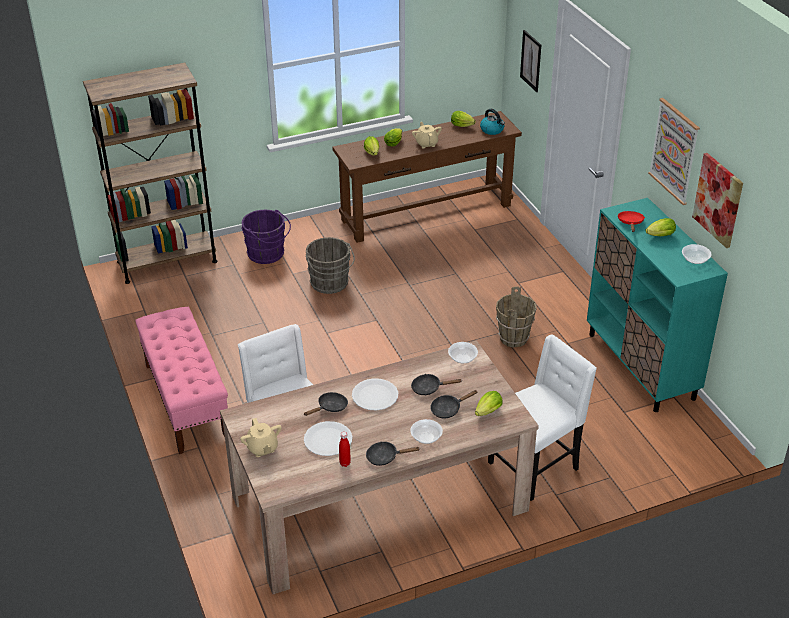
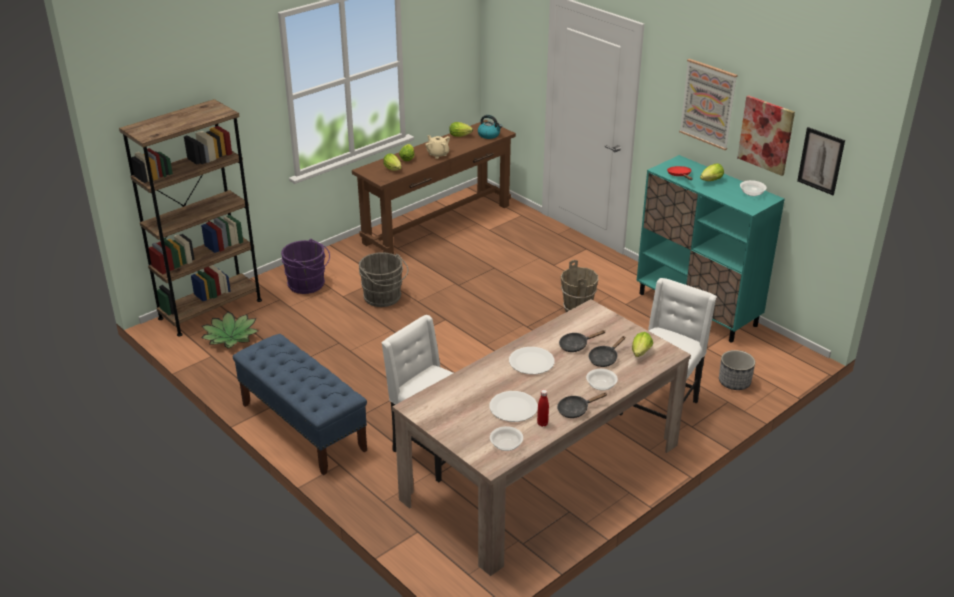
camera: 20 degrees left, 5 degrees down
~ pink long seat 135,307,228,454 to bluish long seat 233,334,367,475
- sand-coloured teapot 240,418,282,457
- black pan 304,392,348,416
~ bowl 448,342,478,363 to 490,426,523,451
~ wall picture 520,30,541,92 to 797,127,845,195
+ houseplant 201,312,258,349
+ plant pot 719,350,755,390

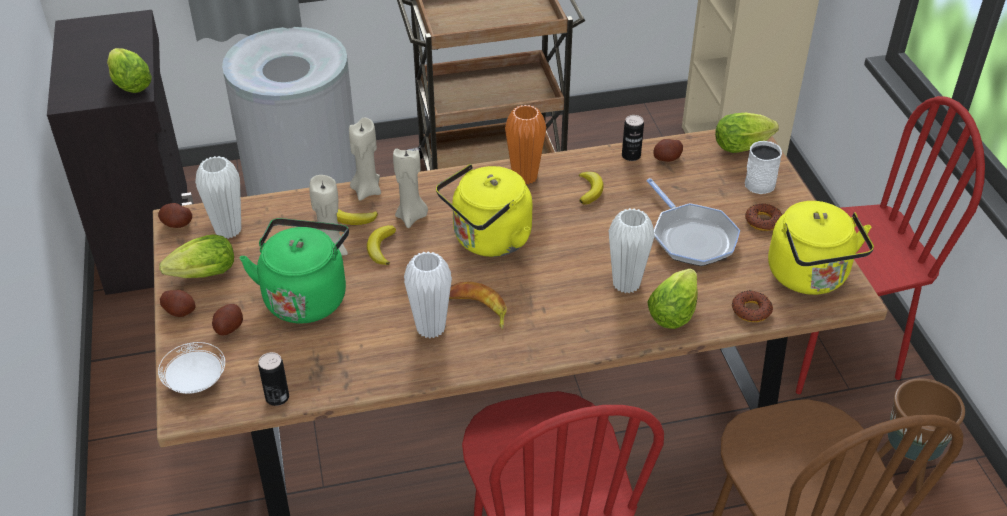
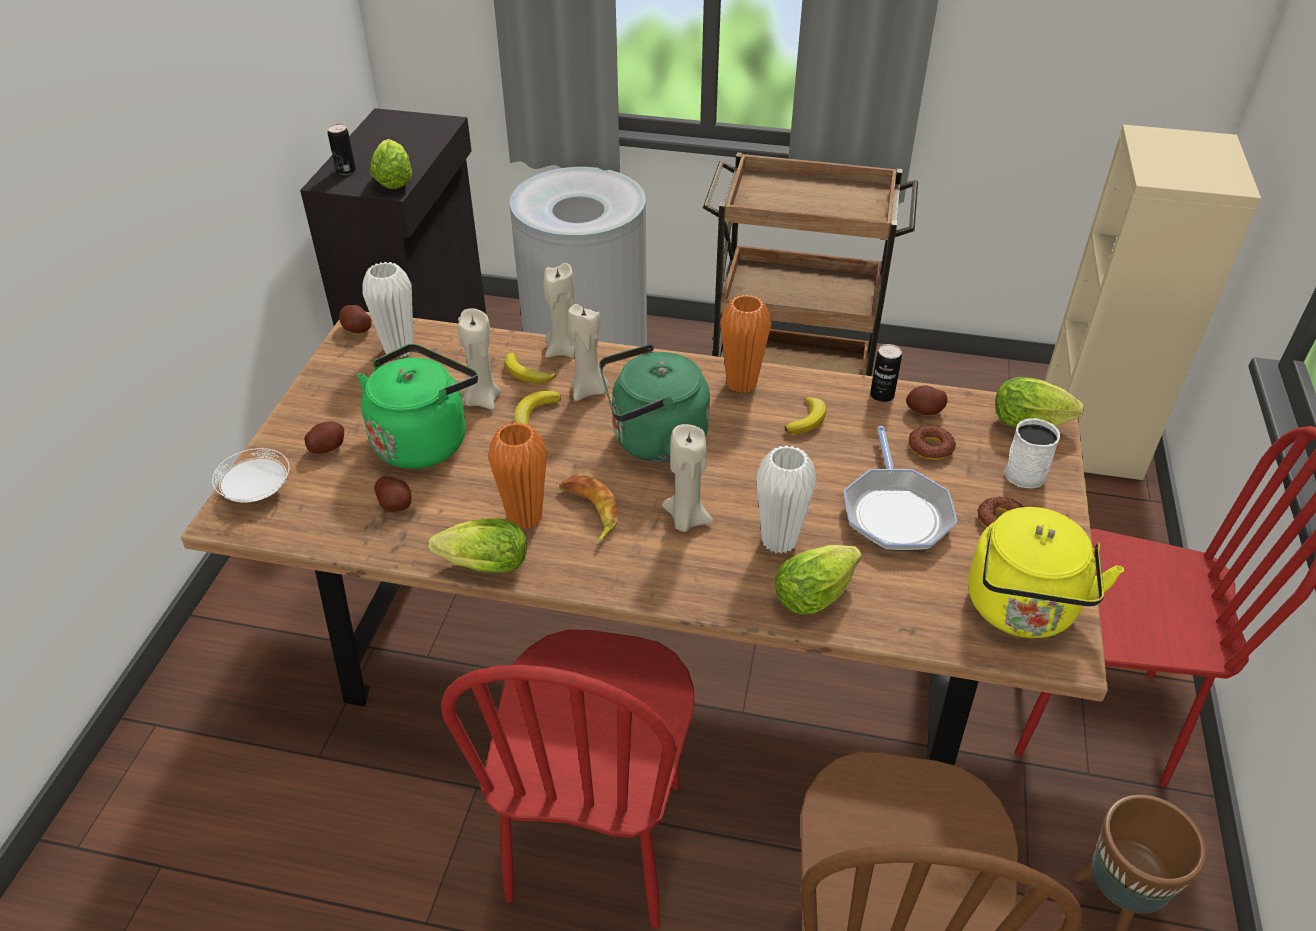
camera: 25 degrees right, 0 degrees up
~ lettuce head 159,234,234,278 to 429,518,527,573
~ potato 160,290,196,317 to 374,476,411,512
~ can 258,352,289,406 to 327,124,356,175
~ whitish vase 404,251,452,339 to orangey vase 488,422,547,529
~ yellow kettle 436,164,532,257 to green-coloured kettle 599,344,710,462
~ doughnut 732,290,773,322 to 909,425,956,460
+ sand-coloured candle 662,424,713,532

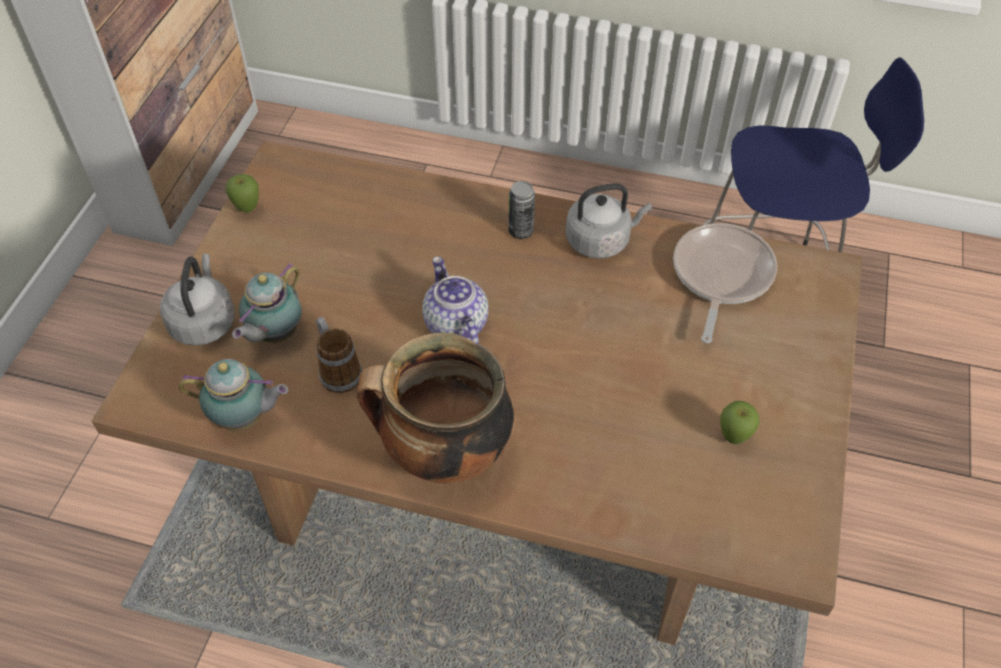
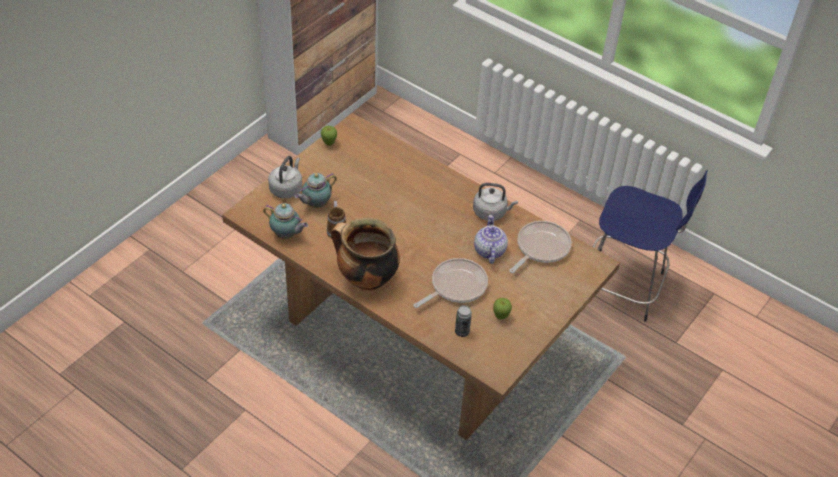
camera: 20 degrees right, 5 degrees down
~ teapot 422,256,489,344 to 474,215,508,264
~ can 509,181,535,239 to 455,305,472,337
+ pan 413,258,488,308

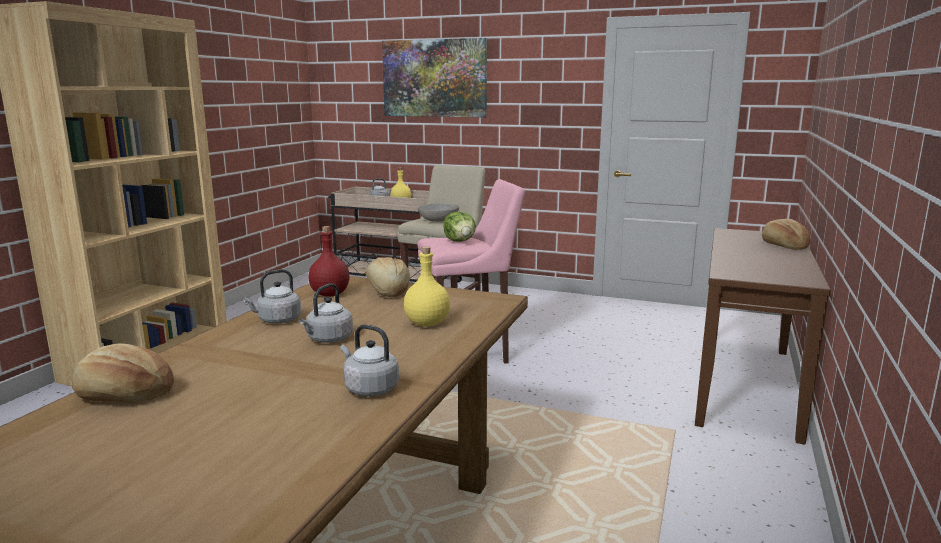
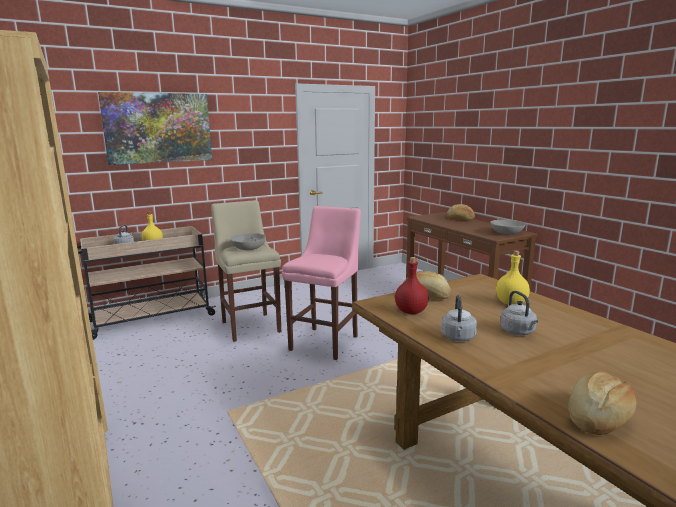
camera: 50 degrees left, 0 degrees up
- grey kettle 340,324,399,396
- lettuce head 443,212,476,242
+ grey bowl 490,219,525,235

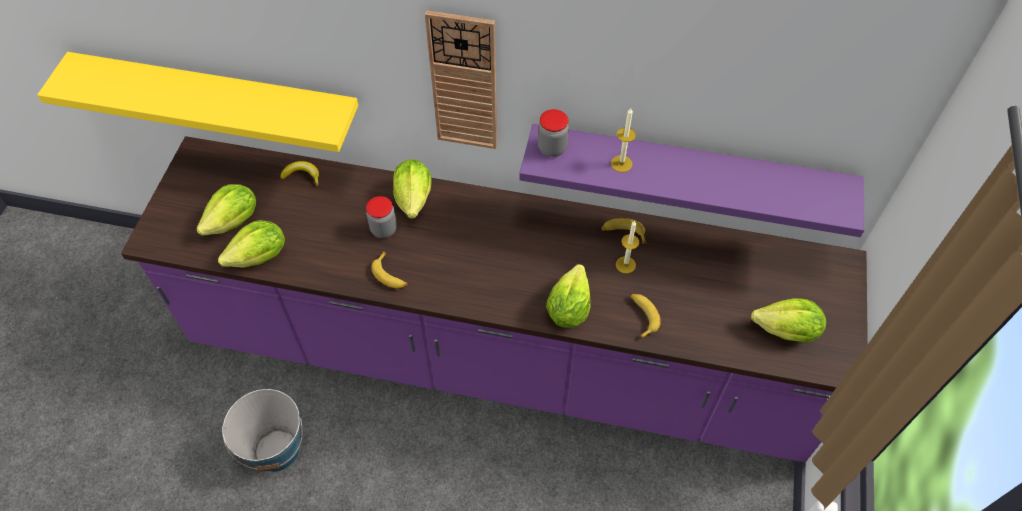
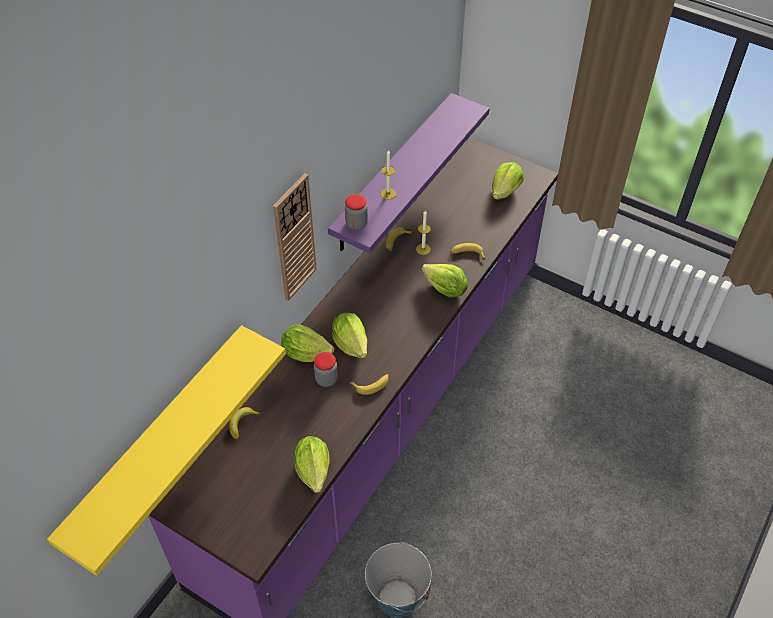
camera: 70 degrees left, 5 degrees down
~ lettuce head 196,184,256,236 to 332,313,367,359

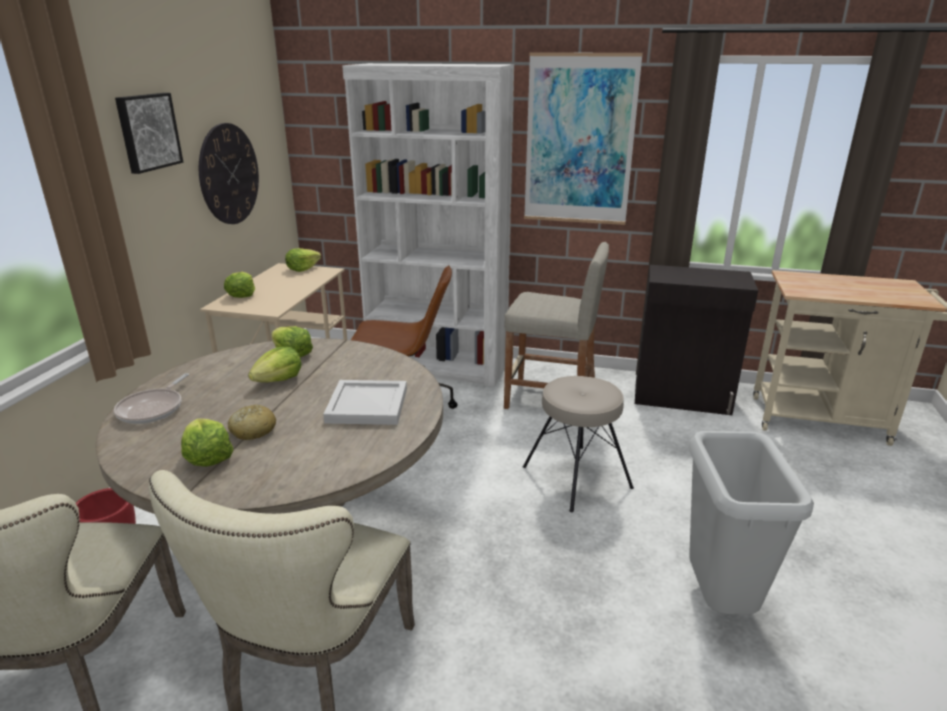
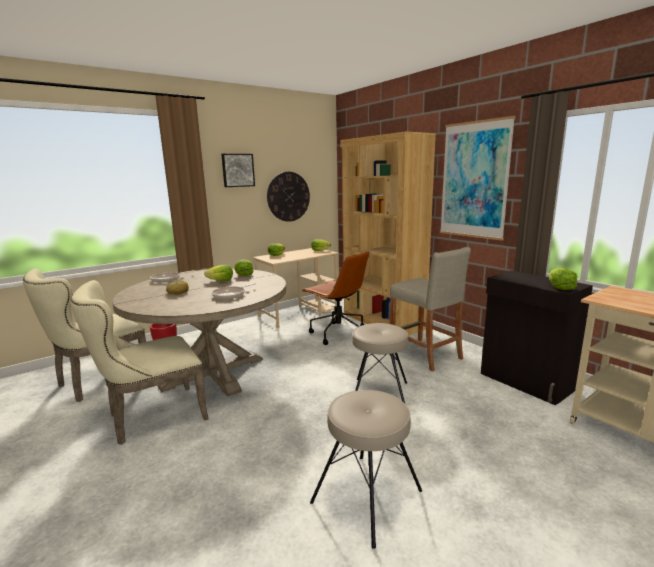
camera: 40 degrees right, 10 degrees down
~ lettuce head 181,418,233,467 to 549,268,577,290
~ whitish tray 323,380,407,425 to pan 211,283,256,299
~ whitish bookcase 342,63,514,387 to brown bookcase 340,131,436,336
~ grey waste bin 689,431,814,614 to sand-coloured stool 310,390,422,549

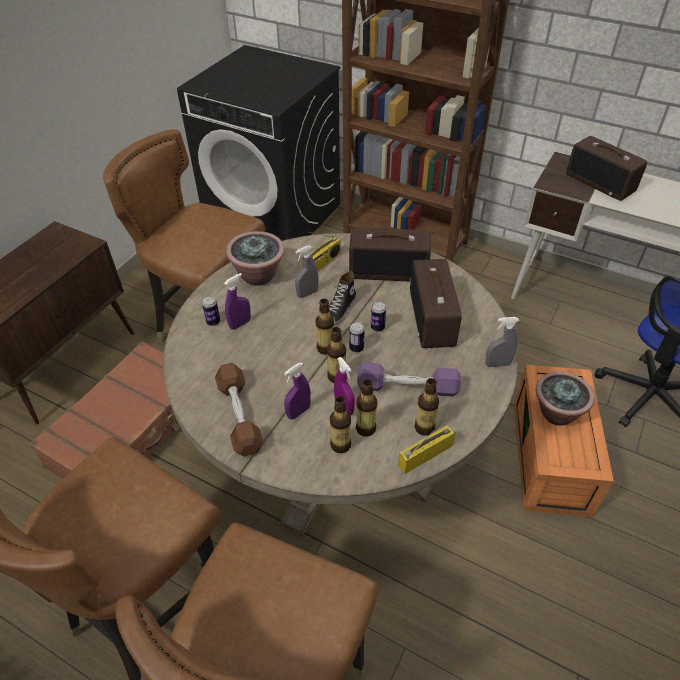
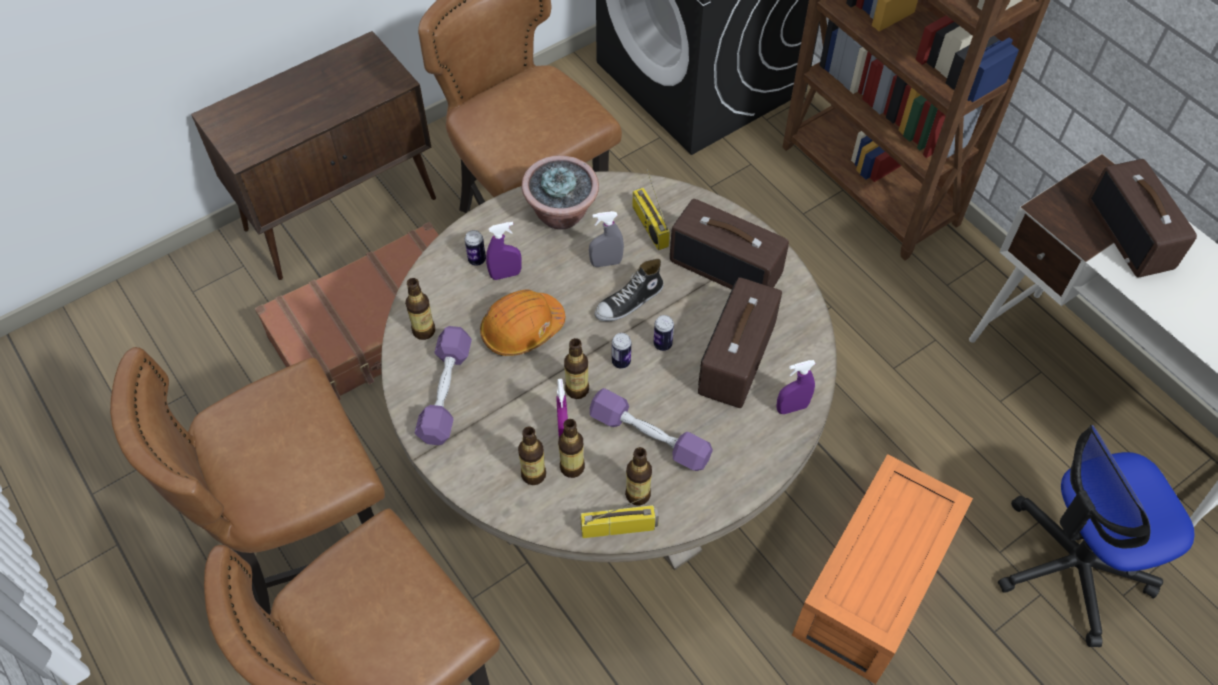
camera: 25 degrees right, 10 degrees up
~ brown dumbbell 215,363,263,457 to purplish dumbbell 415,326,472,445
~ purplish sprayer 284,363,311,419 to 776,360,815,414
~ radio 303,232,341,270 = 632,169,670,250 90 degrees clockwise
~ beverage bottle 316,299,334,355 to 405,278,435,340
- grey sprayer 485,317,519,367
- houseplant 536,372,595,426
+ orangey work helmet 480,289,565,356

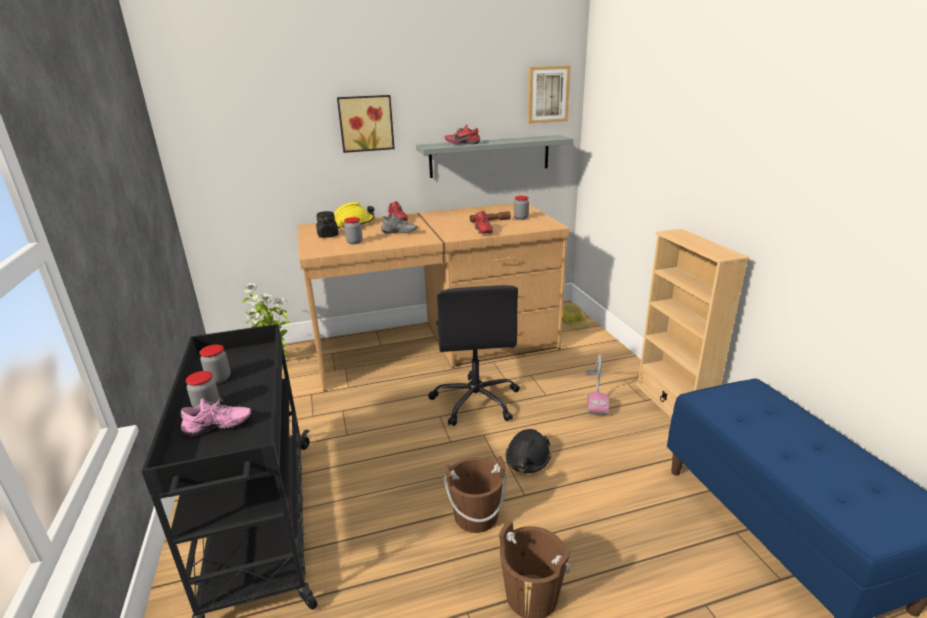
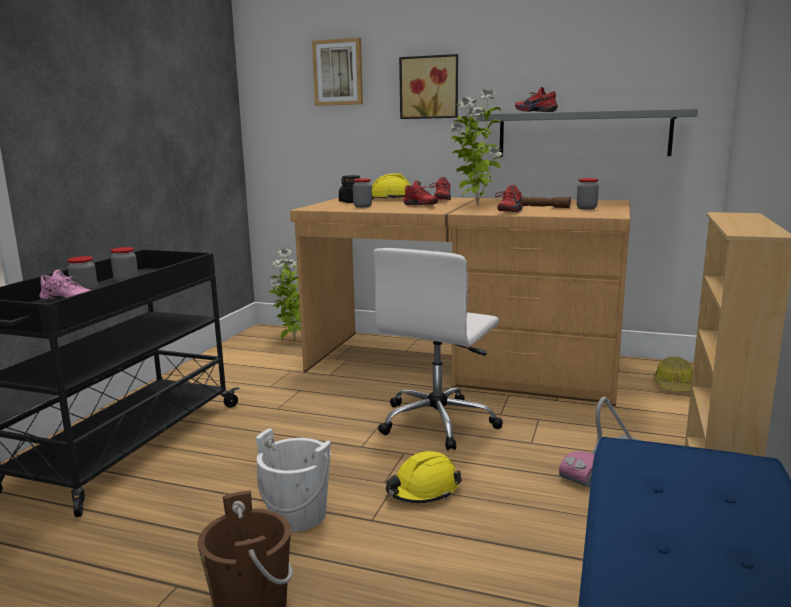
camera: 35 degrees right, 10 degrees down
~ grey shoe 381,213,418,234 to red shoe 403,181,438,205
~ black desk chair 428,285,520,426 to whitish desk chair 373,248,503,450
~ brown bucket 444,456,507,533 to whitish bucket 256,428,331,532
~ black work helmet 506,429,551,473 to yellow work helmet 386,451,462,503
~ wall picture 528,66,571,124 to 312,38,363,106
+ houseplant 451,89,503,205

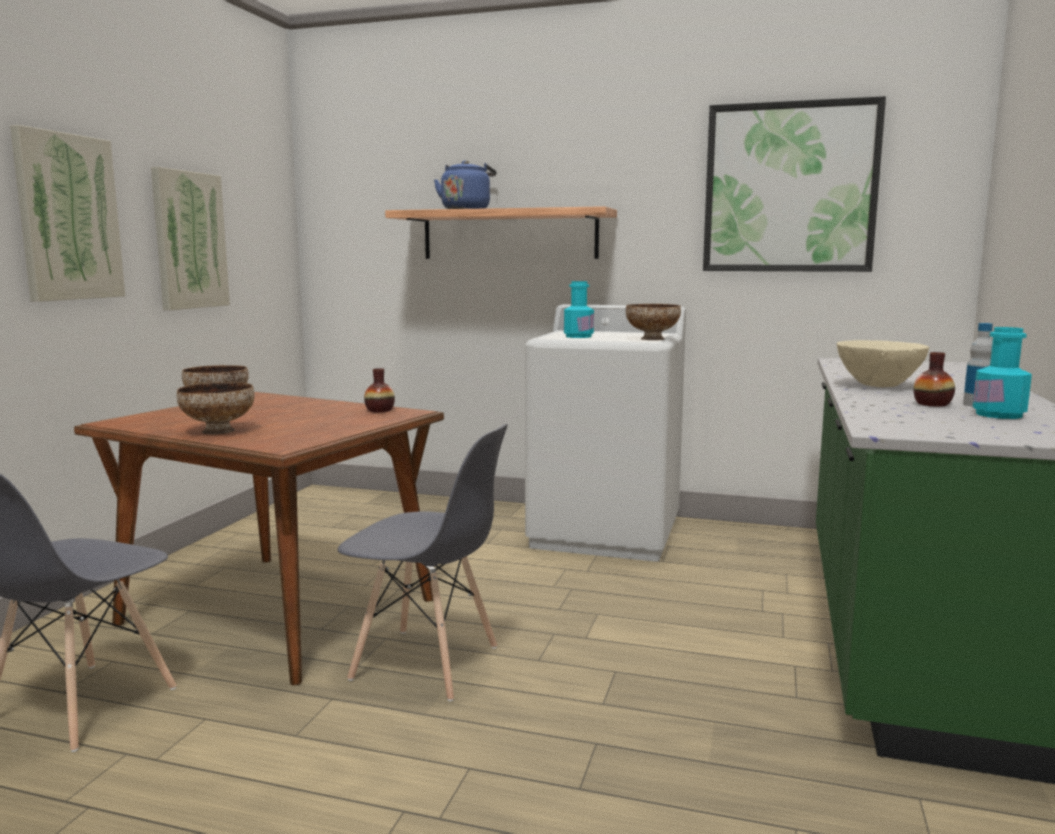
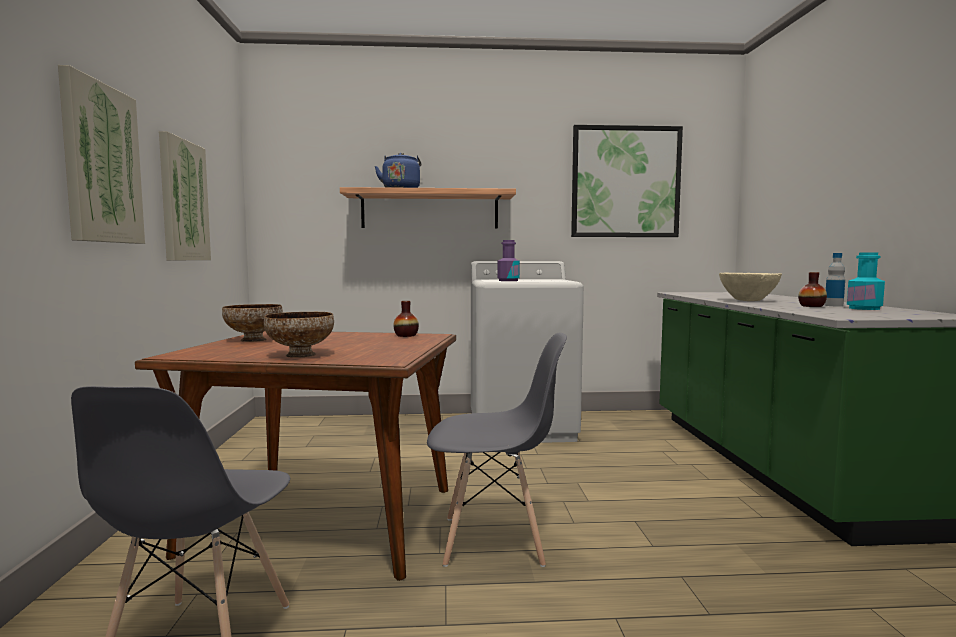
camera: 20 degrees left, 5 degrees down
~ turquoise-coloured beverage bottle 564,281,594,338 to purplish beverage bottle 497,240,520,281
- bowl 626,304,681,340

